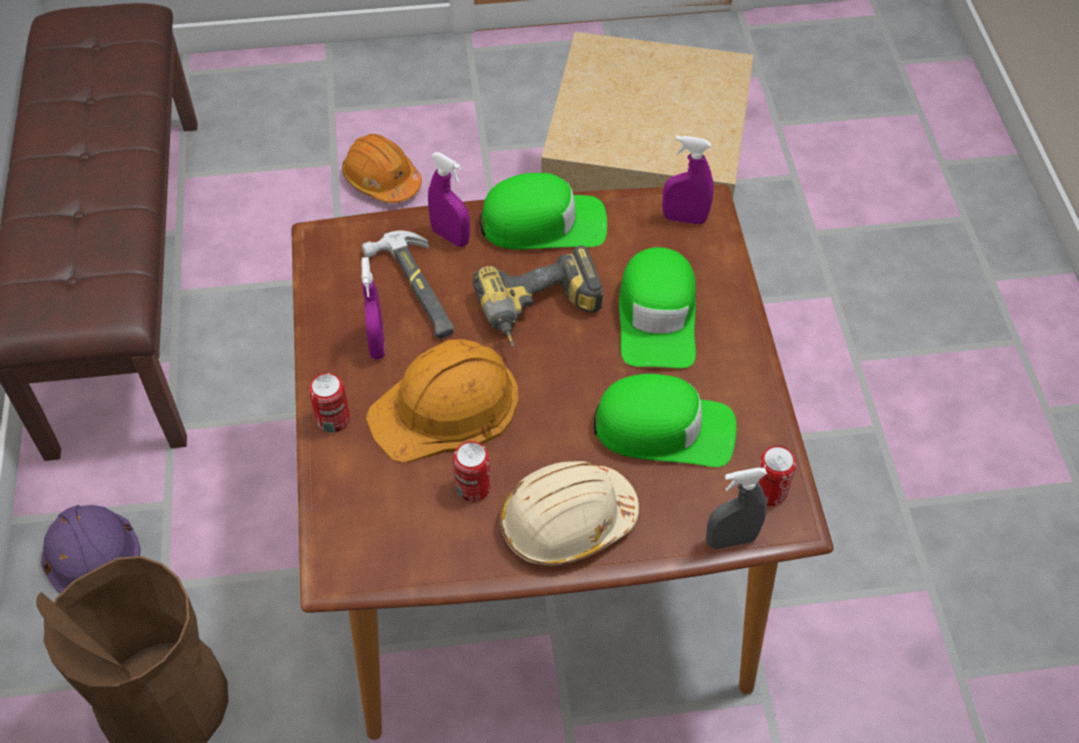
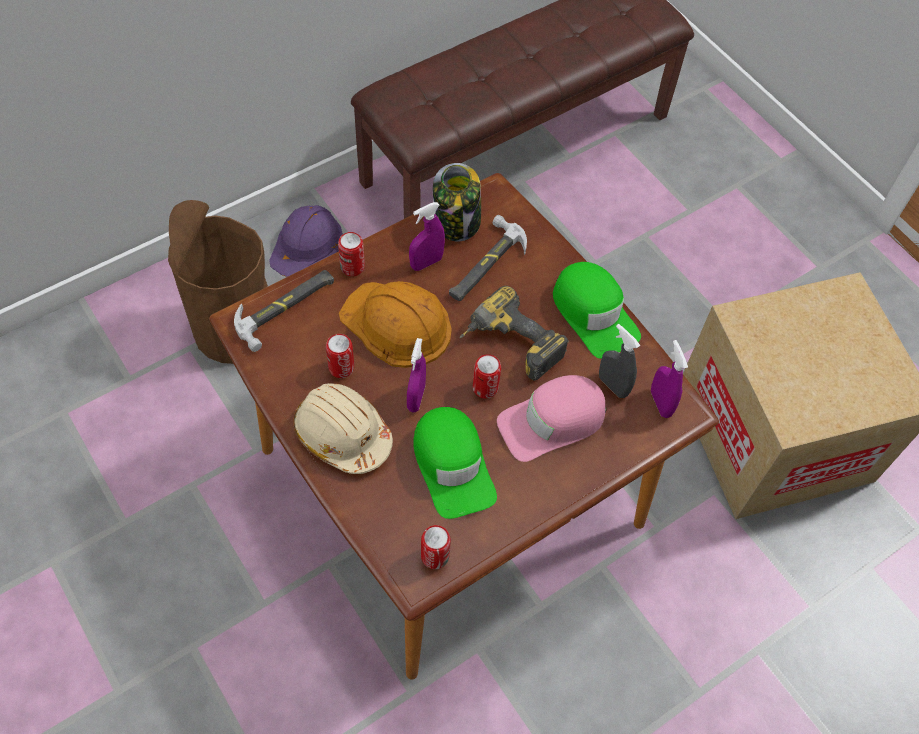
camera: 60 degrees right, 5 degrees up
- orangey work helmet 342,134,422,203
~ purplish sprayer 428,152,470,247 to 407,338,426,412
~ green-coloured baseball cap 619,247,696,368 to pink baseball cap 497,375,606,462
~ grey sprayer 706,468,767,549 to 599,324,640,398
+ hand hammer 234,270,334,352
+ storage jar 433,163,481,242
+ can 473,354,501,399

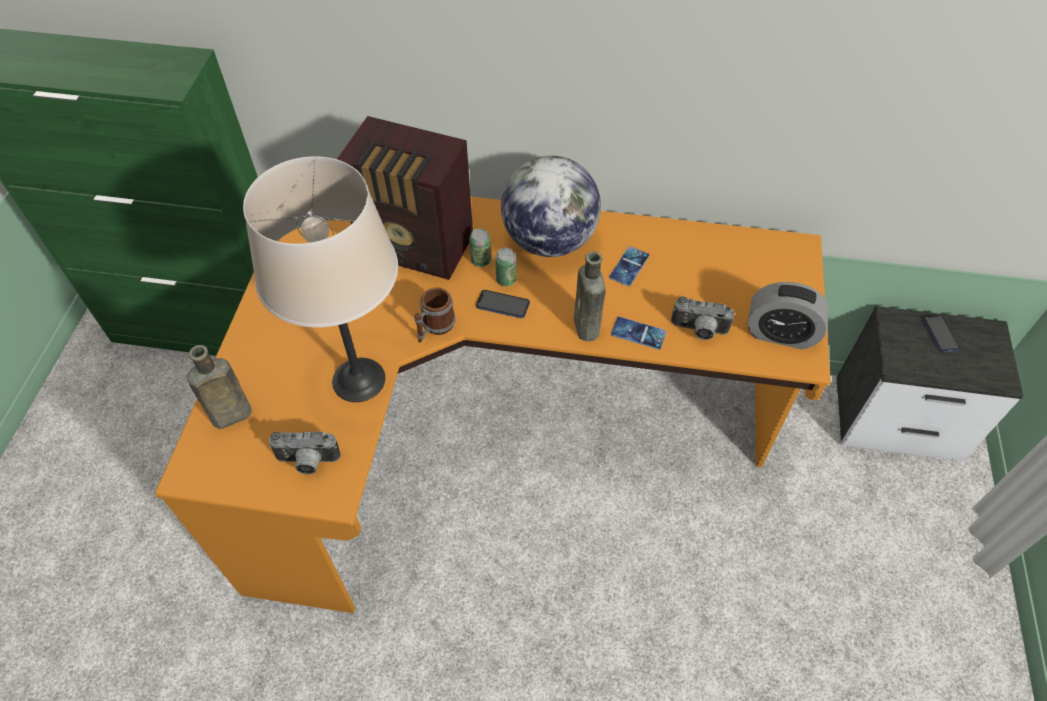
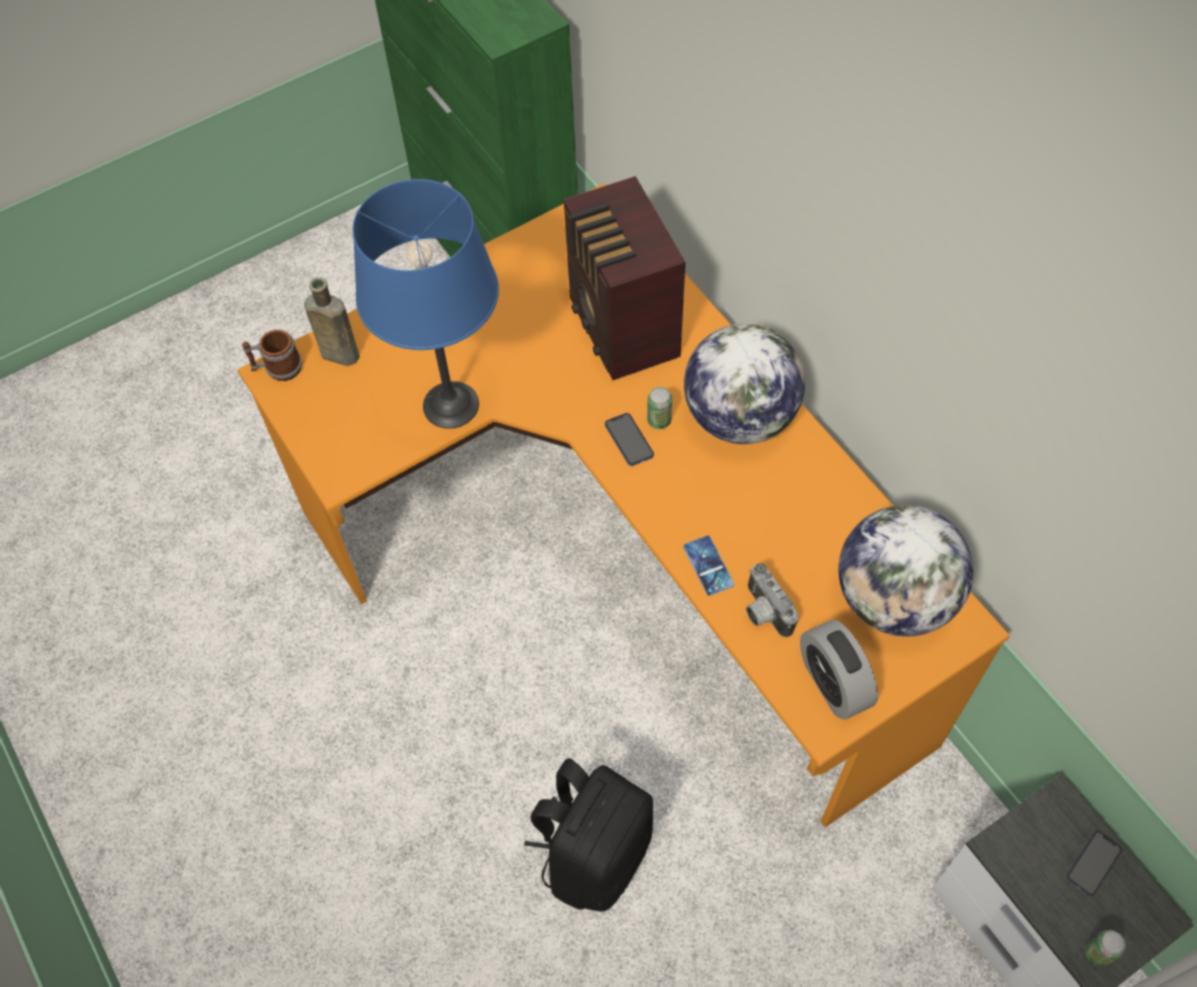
camera: 50 degrees right, 5 degrees up
~ sand-coloured table lamp 243,156,398,402 to bluish table lamp 353,179,499,429
- still camera 269,431,340,474
~ coffee mug 414,287,456,343 to 242,330,302,381
~ can 469,228,491,267 to 1085,930,1126,967
- brown beverage bottle 574,251,606,341
- handset 609,246,649,286
+ black backpack 524,758,653,911
+ world globe 838,505,973,637

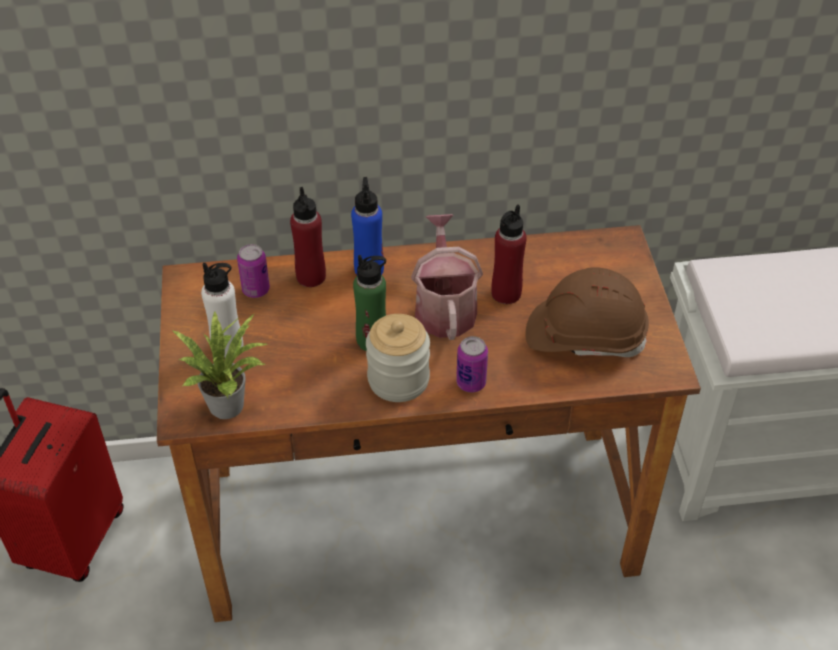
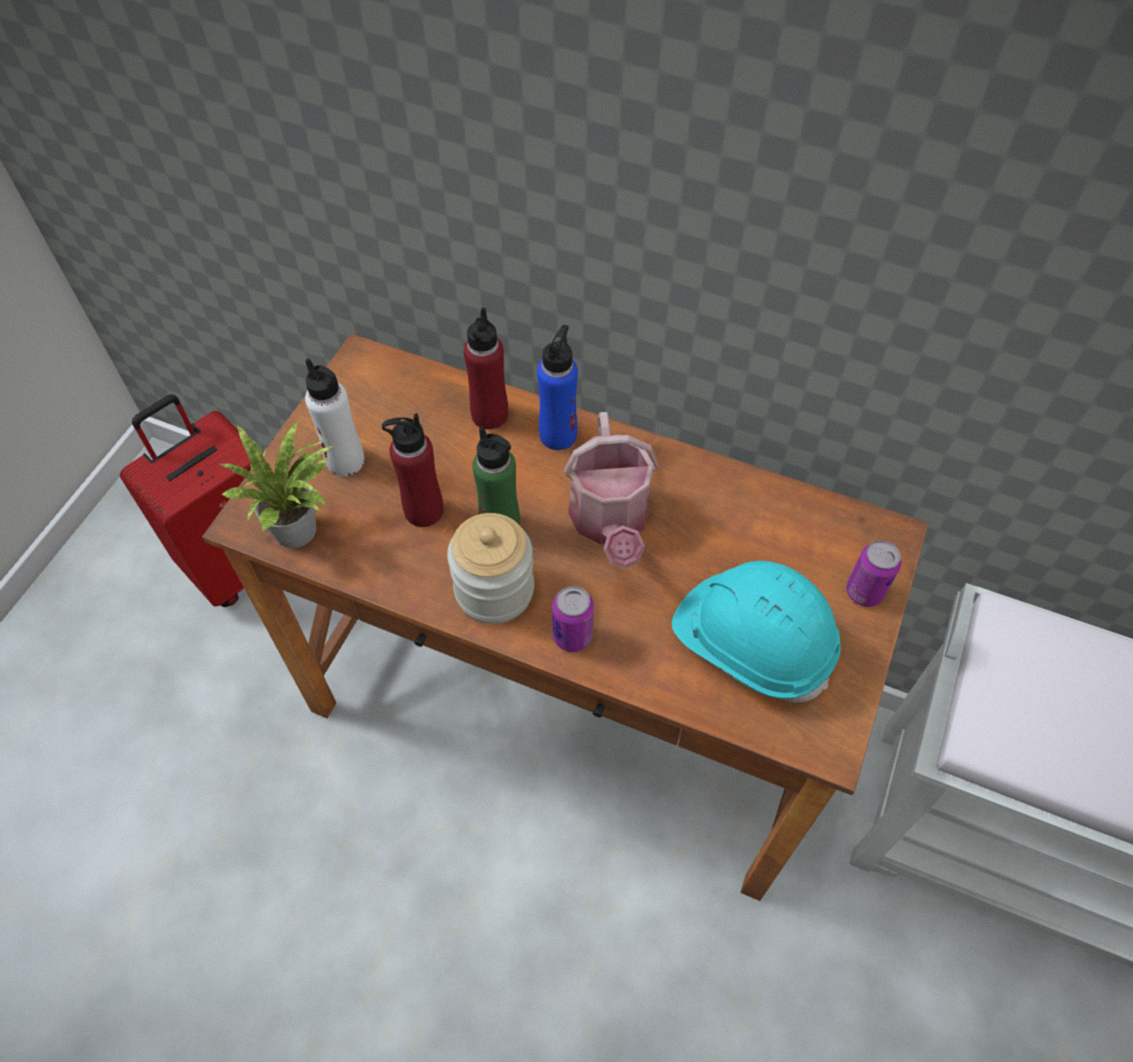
camera: 30 degrees right, 10 degrees up
~ can 237,244,270,298 to 846,540,902,607
~ watering pot 411,214,483,340 = 564,412,659,569 150 degrees clockwise
~ red beverage bottle 491,204,527,304 to 382,413,444,527
~ brown work helmet 525,267,649,357 to turquoise-coloured work helmet 672,561,841,702

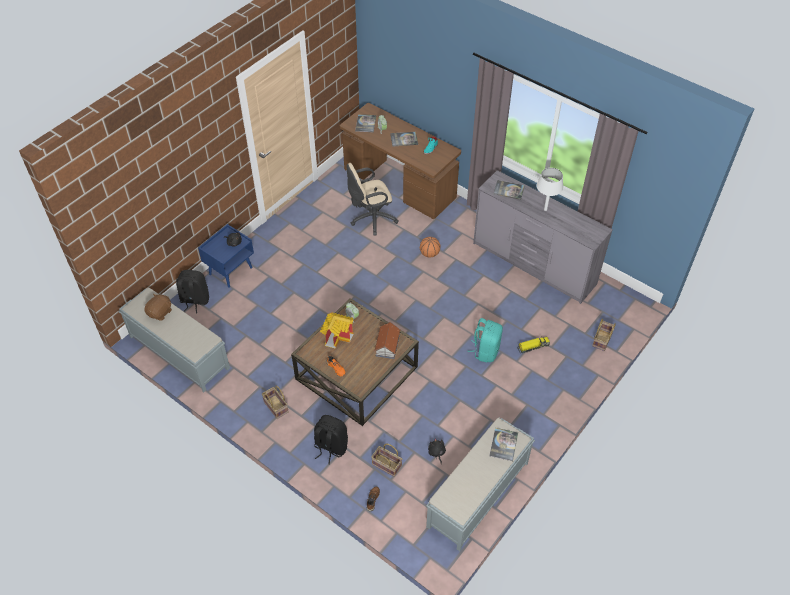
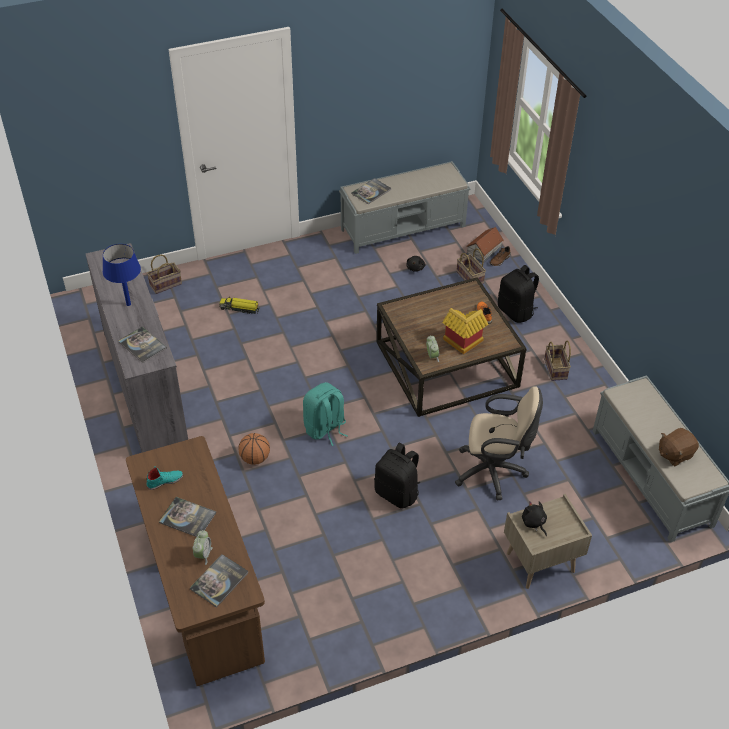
camera: 150 degrees left, 5 degrees down
~ black backpack 176,270,209,314 to 374,443,420,509
~ bluish nightstand 198,224,254,288 to sand-coloured nightstand 504,494,592,589
~ sand-coloured desk chair 347,163,399,236 to 455,386,543,500
~ model house 374,322,401,359 to 466,227,504,263
~ turquoise-coloured backpack 468,318,503,362 to 303,382,348,446
~ whitish table lamp 537,168,563,211 to bluish table lamp 103,244,141,306

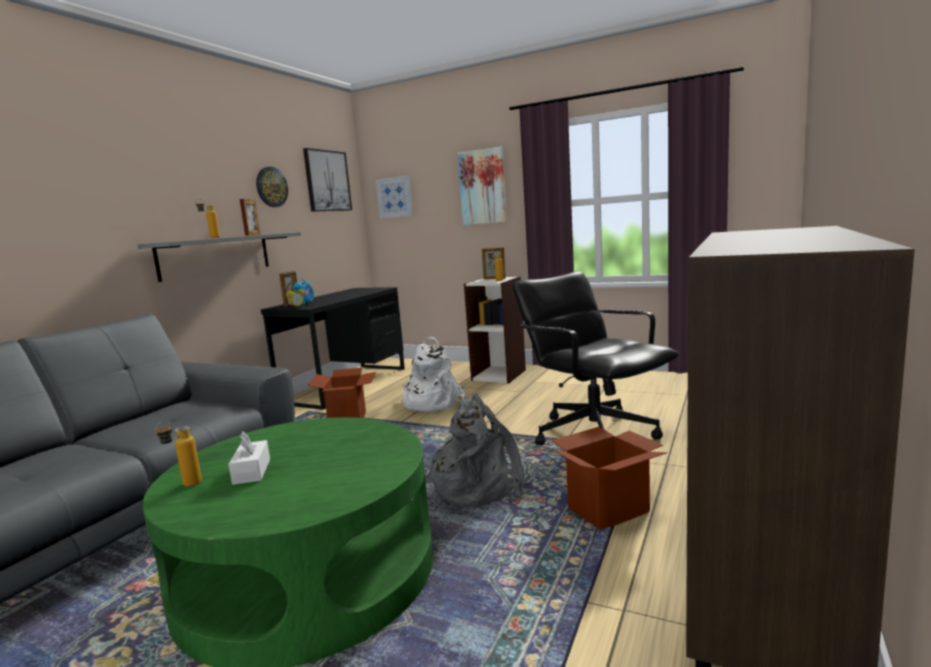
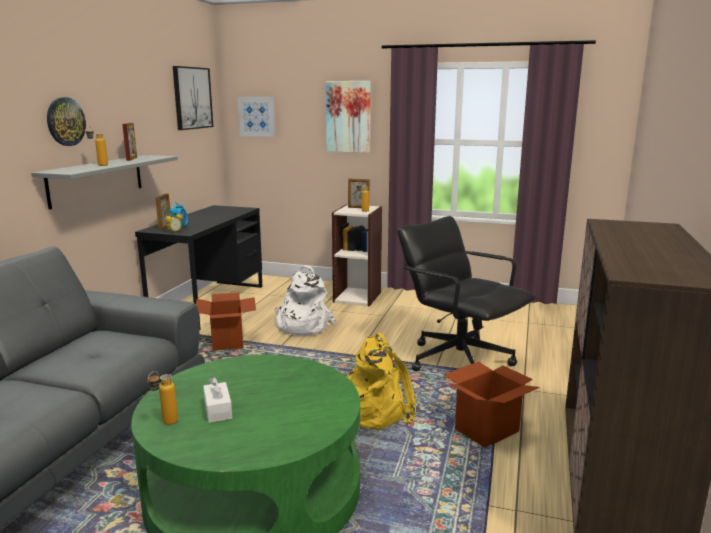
camera: 10 degrees left, 5 degrees up
~ wall clock 256,167,288,207 to 47,97,86,146
~ grey backpack 427,392,524,508 to yellow backpack 346,333,416,430

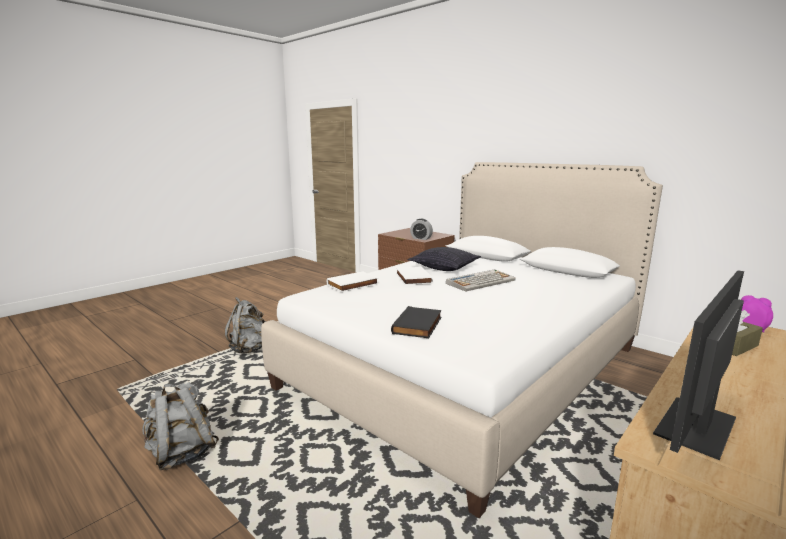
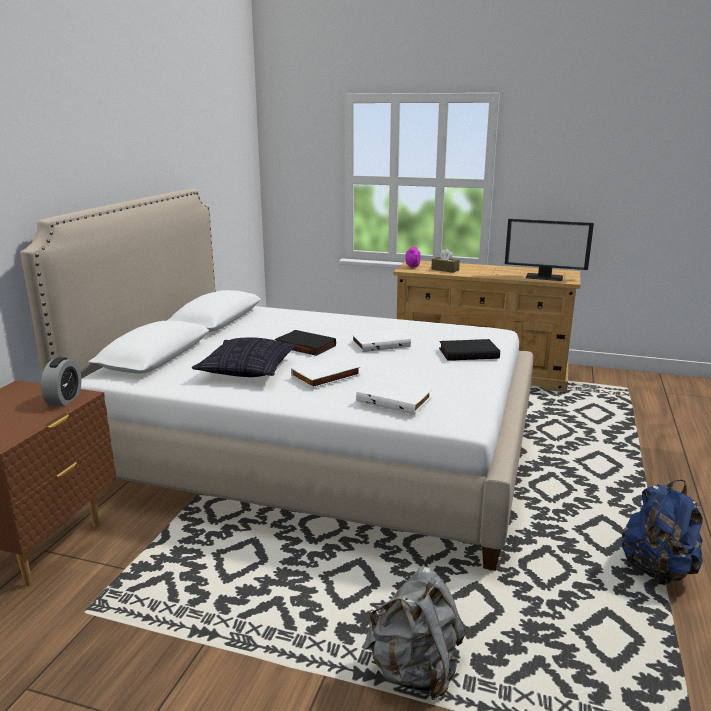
camera: 115 degrees left, 5 degrees up
~ grey backpack 142,380,219,470 to bluish backpack 621,480,703,585
~ keyboard 446,269,516,292 to black volume 275,330,336,356
+ whitish volume 352,329,411,352

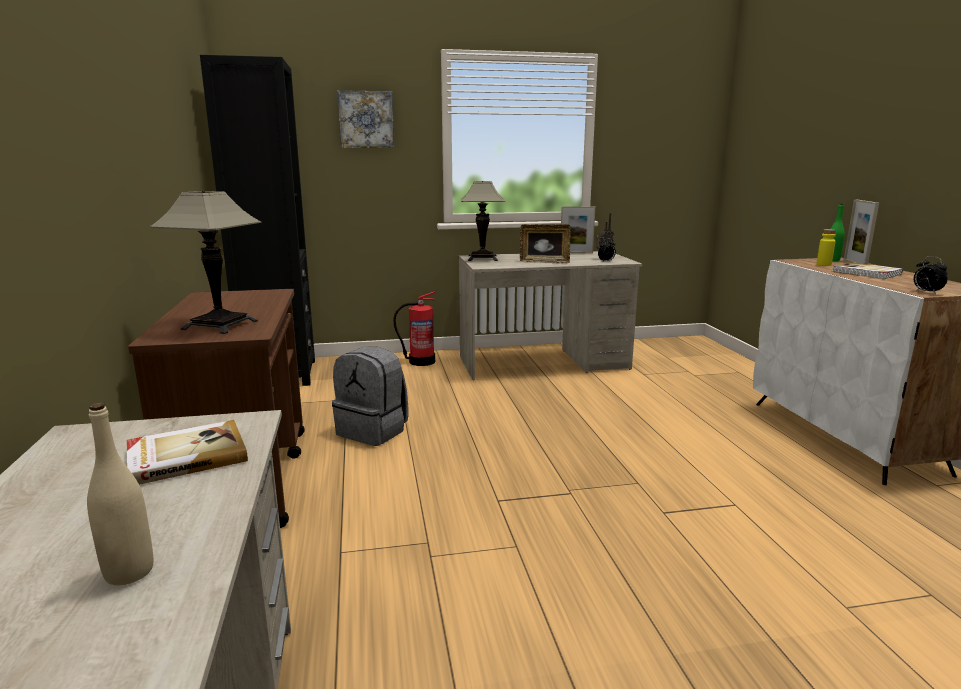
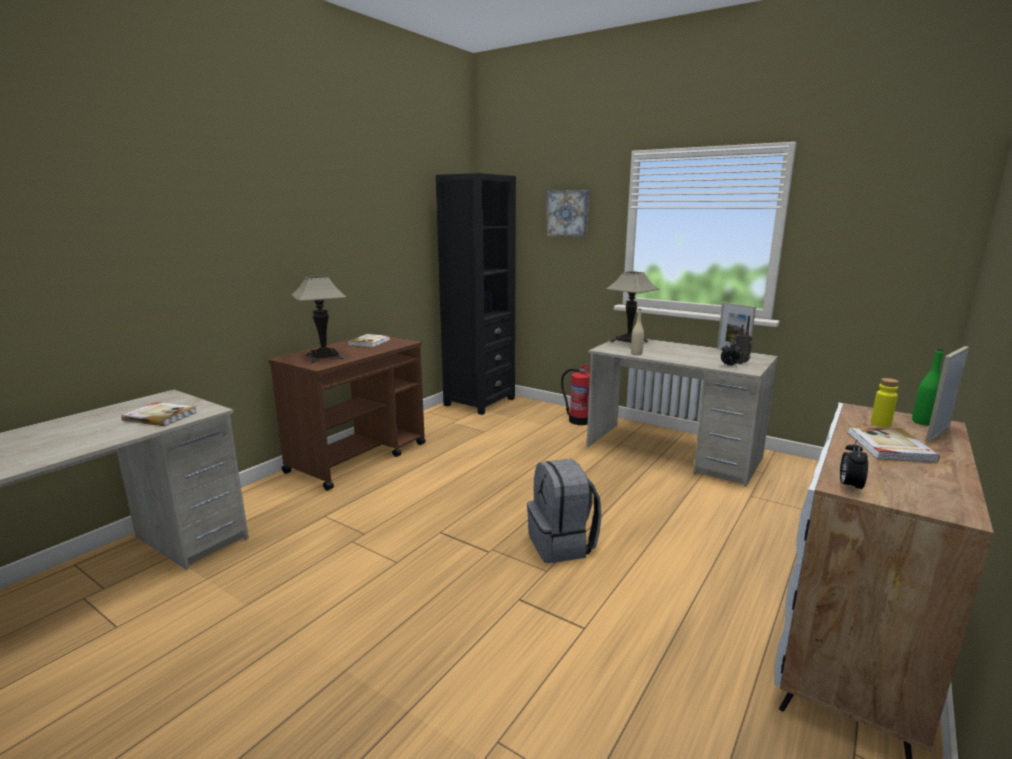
camera: 45 degrees right, 0 degrees up
~ sand-coloured beverage bottle 87,403,153,585 to 631,309,644,355
~ grey backpack 332,347,408,446 to 527,459,602,563
- photo frame 520,224,571,263
+ volume 347,334,390,348

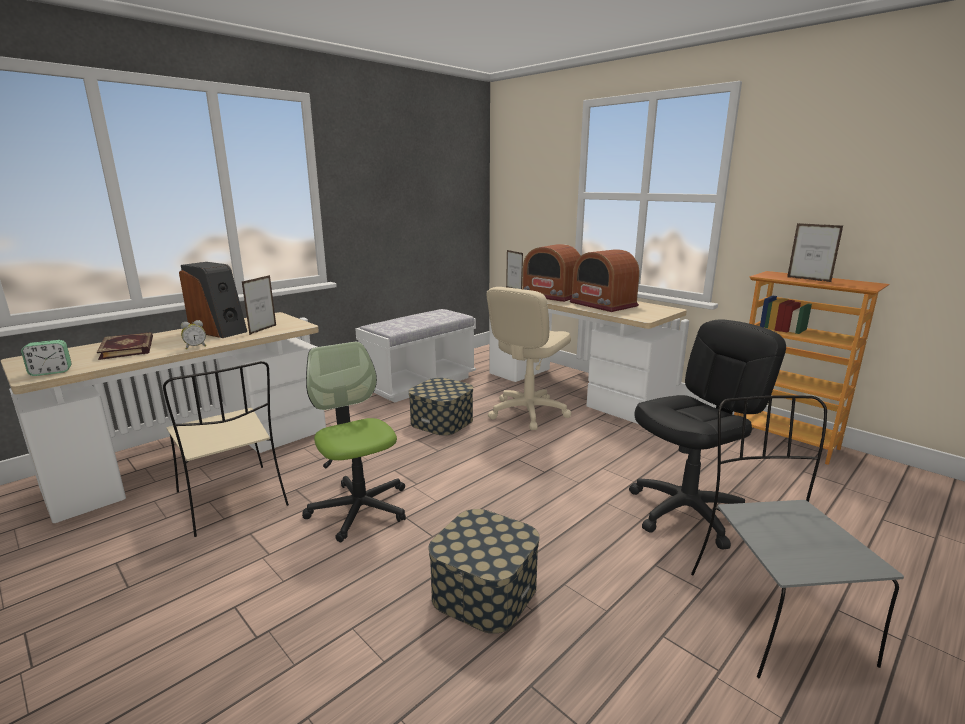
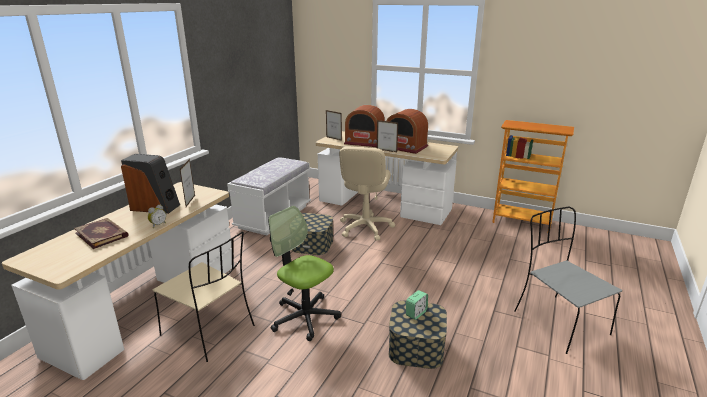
camera: 20 degrees left, 5 degrees up
~ table clock 21,340,72,376 to 406,290,428,320
- black desk chair 629,320,786,550
~ photo frame 787,223,844,282 to 377,120,398,152

